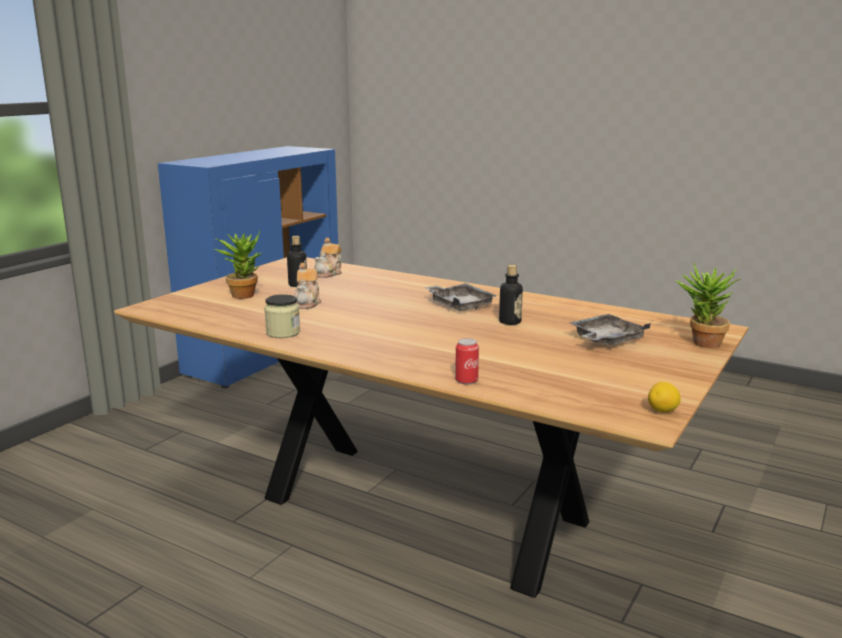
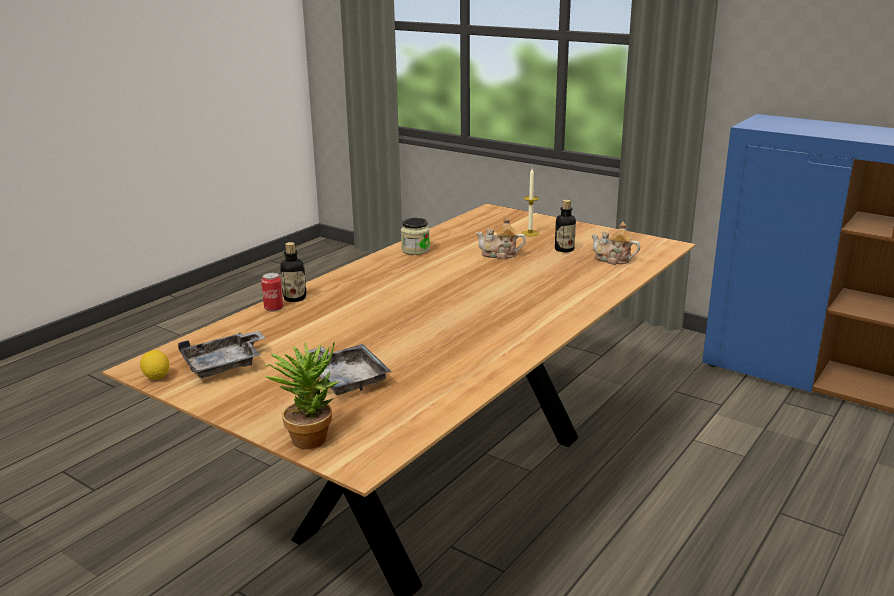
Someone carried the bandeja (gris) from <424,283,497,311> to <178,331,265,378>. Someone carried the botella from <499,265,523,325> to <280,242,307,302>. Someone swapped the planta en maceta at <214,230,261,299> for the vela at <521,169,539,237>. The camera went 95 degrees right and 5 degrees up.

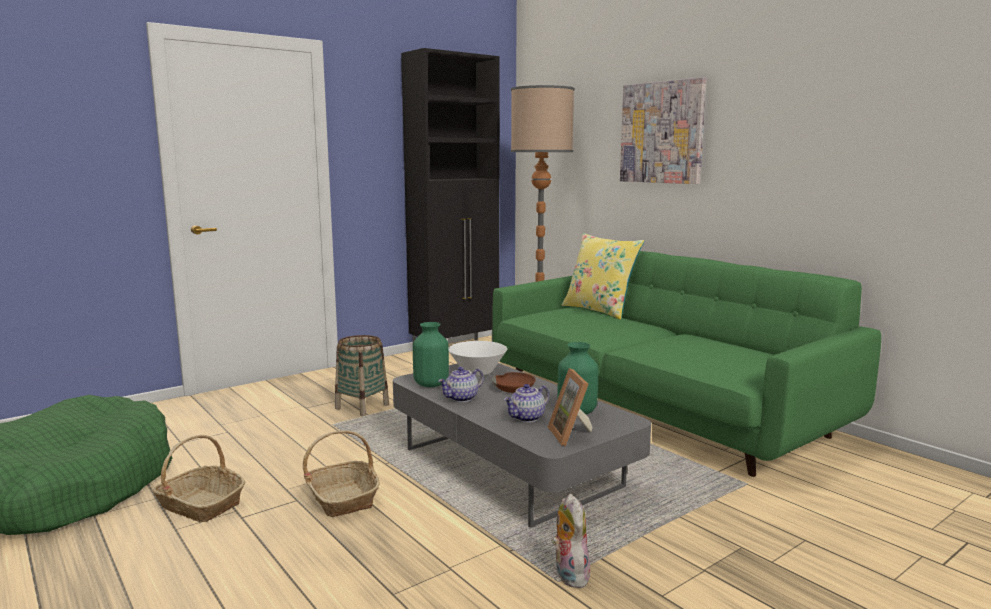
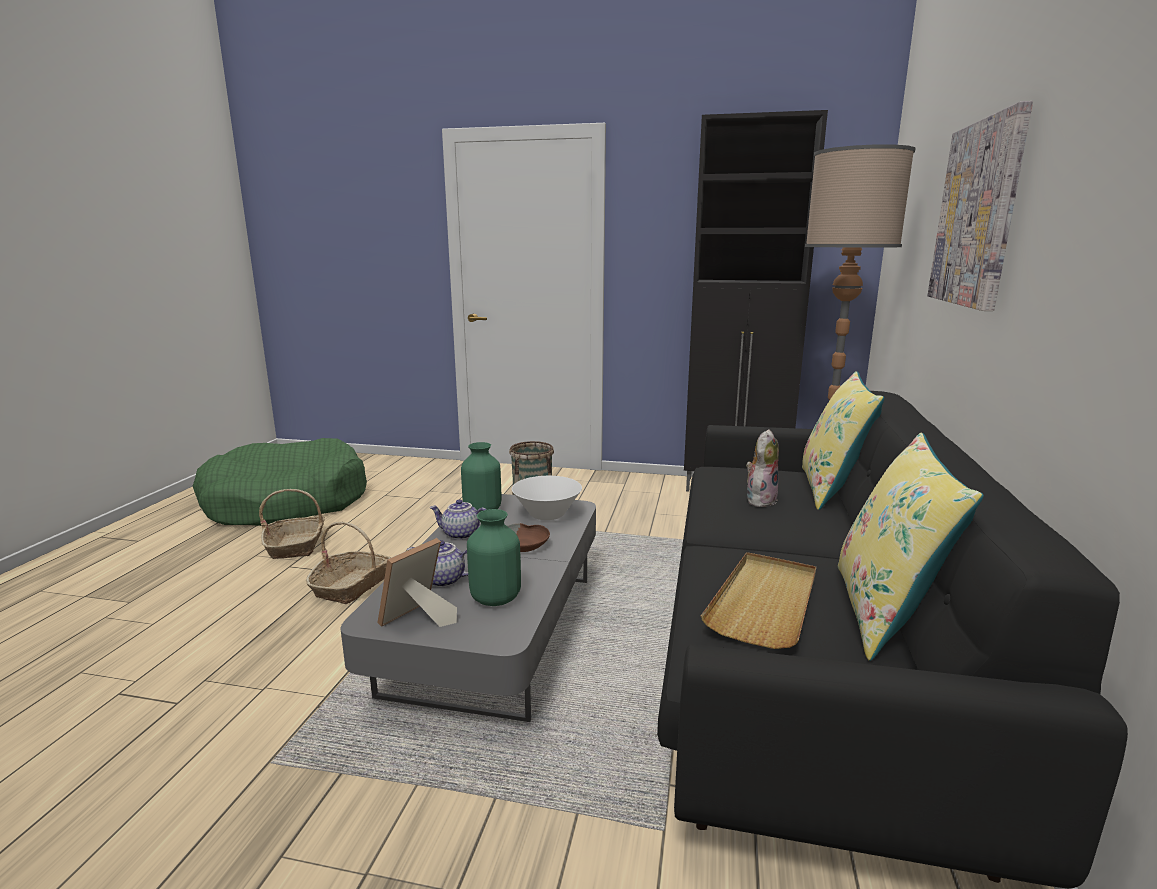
Someone repainted the sofá (verde) at <493,251,881,477>, which became the sofá (negro) at <657,391,1128,889>. Someone put down the bandeja (beis) at <701,552,816,649>. Someone carried the peluche from <551,494,590,588> to <746,429,779,507>. Someone put down the cojín (amarillo) at <838,433,984,661>. The camera went 50 degrees right and 5 degrees up.

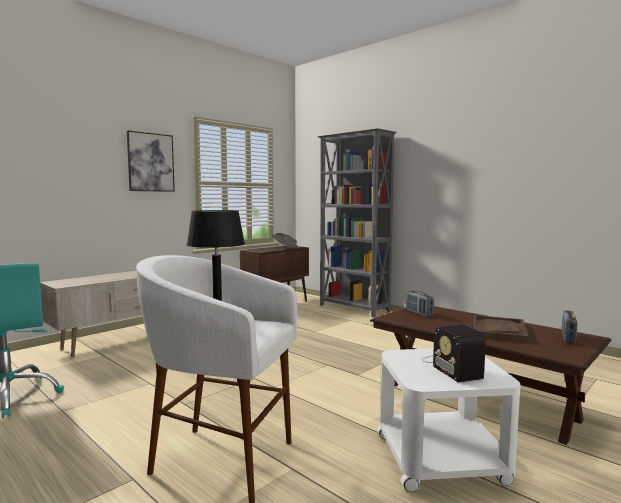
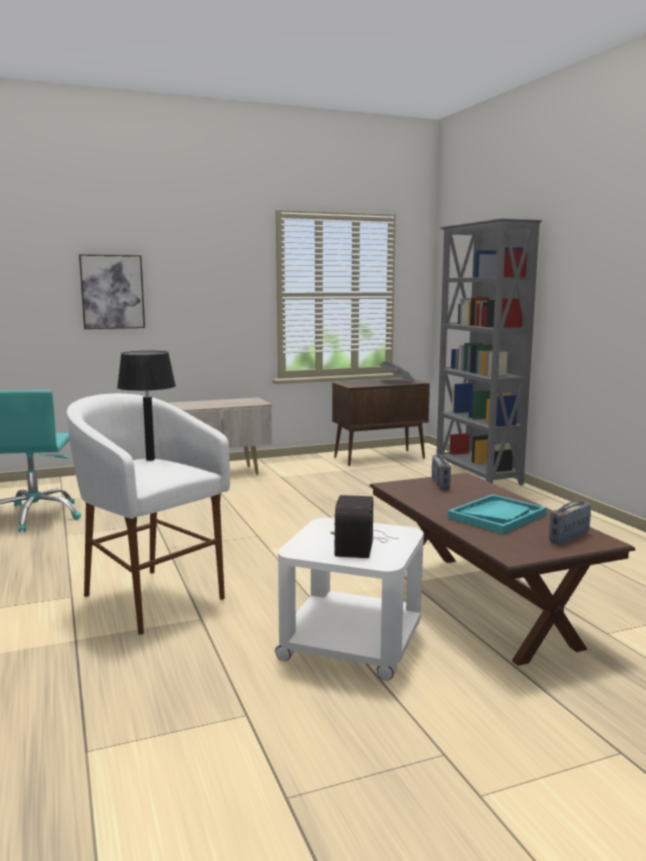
Someone carried the cuadro from <127,131,175,192> to <79,254,145,329>. Someone repainted the bandeja (marrón) at <473,315,529,343>, which became the bandeja (turquesa) at <448,494,547,534>. The camera went 25 degrees right and 5 degrees up.

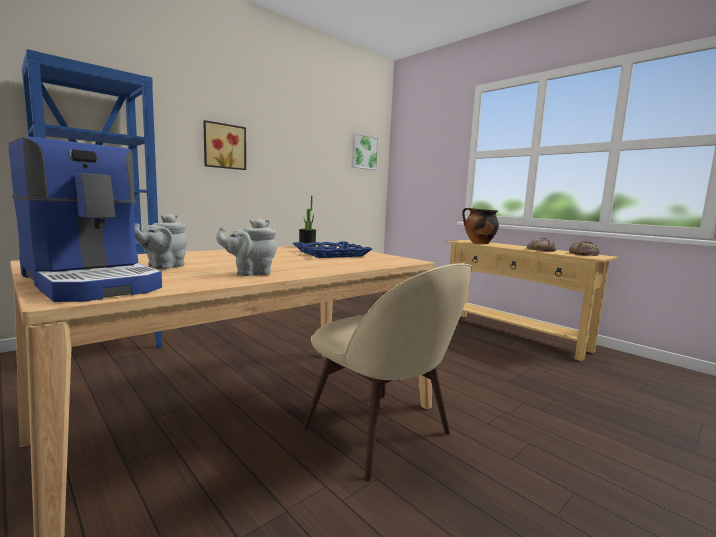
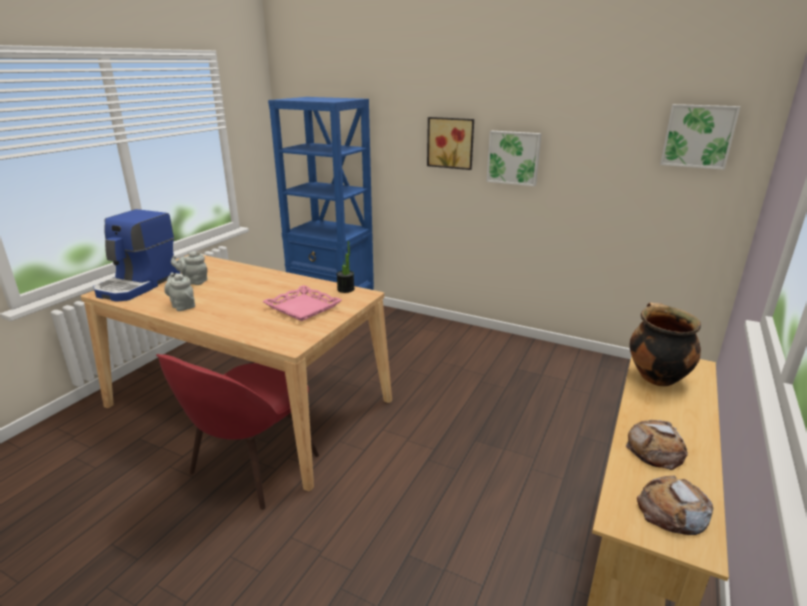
Someone repainted the silla (beis) at <303,263,473,481>, which became the silla (rojo) at <156,354,319,510>. Someone repainted the bandeja (azul) at <293,241,372,258>, which became the bandeja (rosa) at <262,285,342,321>. Someone put up the cuadro at <486,131,542,186>. The camera went 70 degrees right and 15 degrees up.

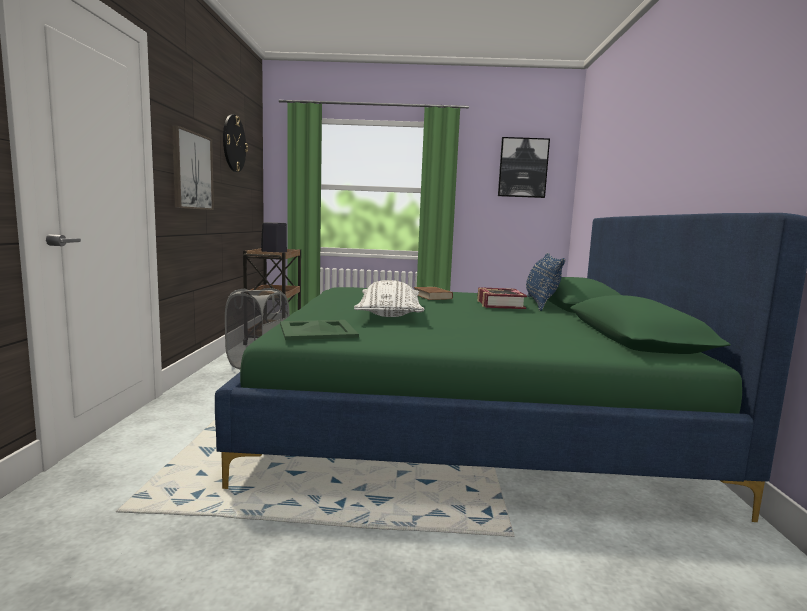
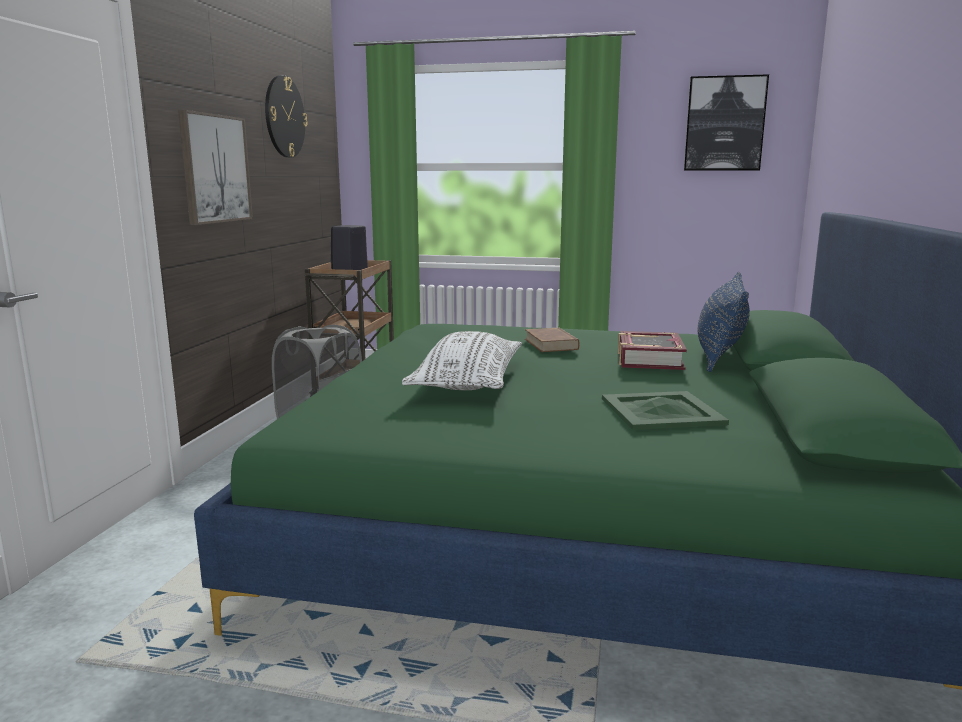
Someone carried the bandeja (verde) from <280,320,359,340> to <602,391,729,430>. The camera went 10 degrees right and 5 degrees up.

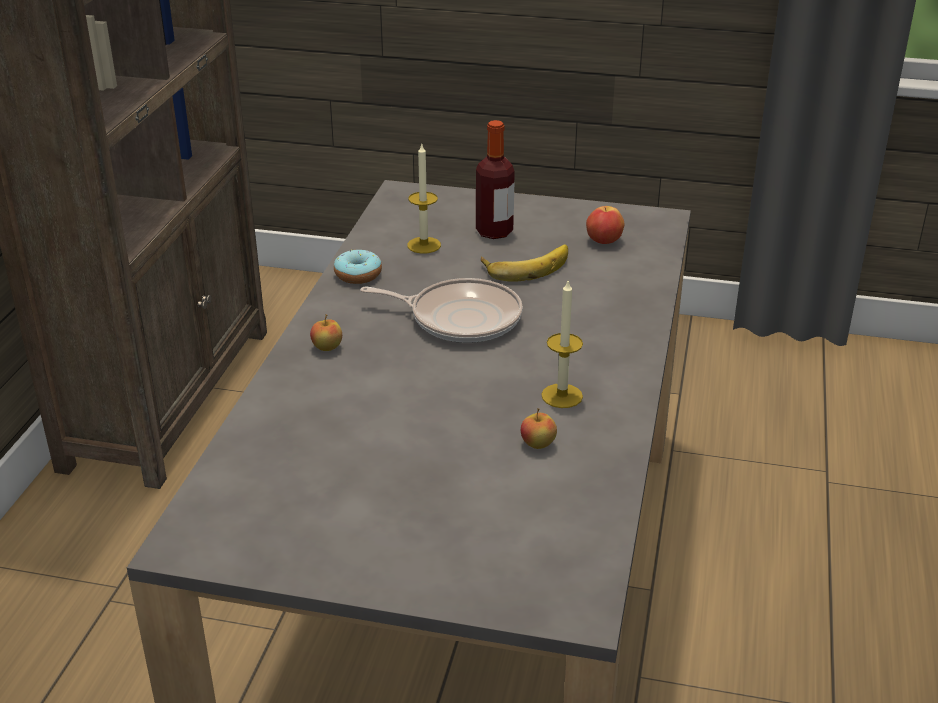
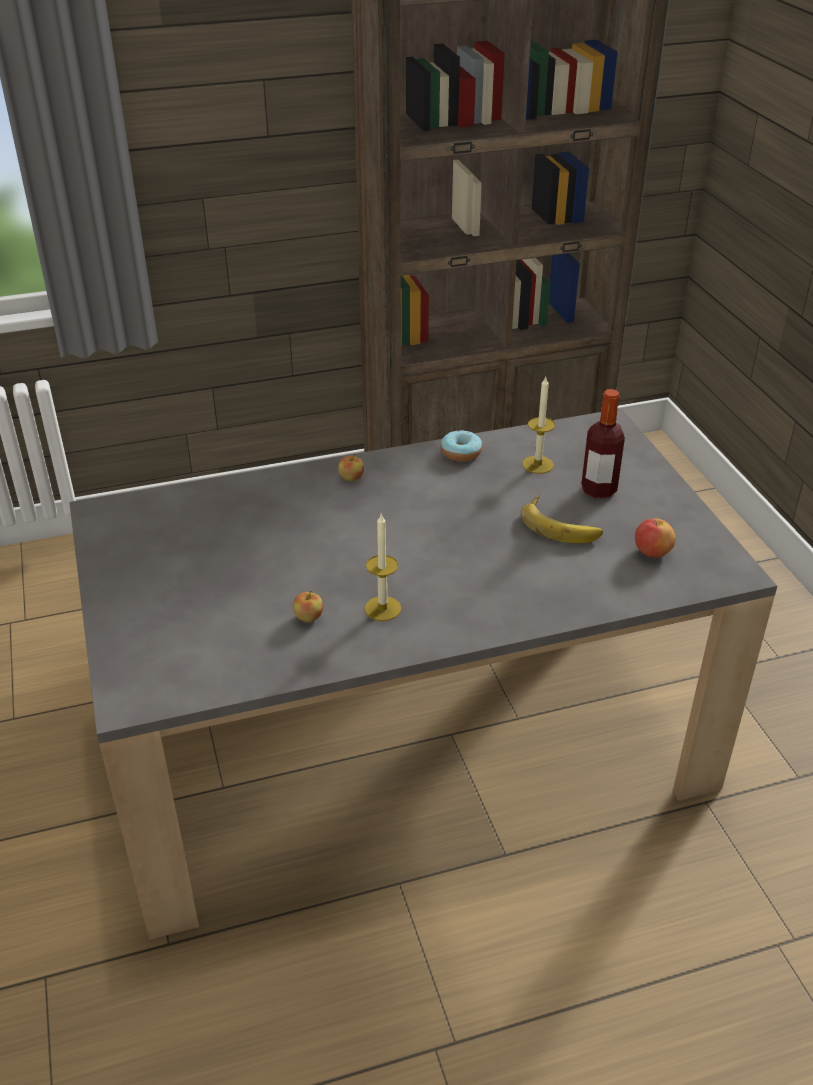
Someone took away the sartén at <361,278,523,343>. The camera went 60 degrees right and 5 degrees up.

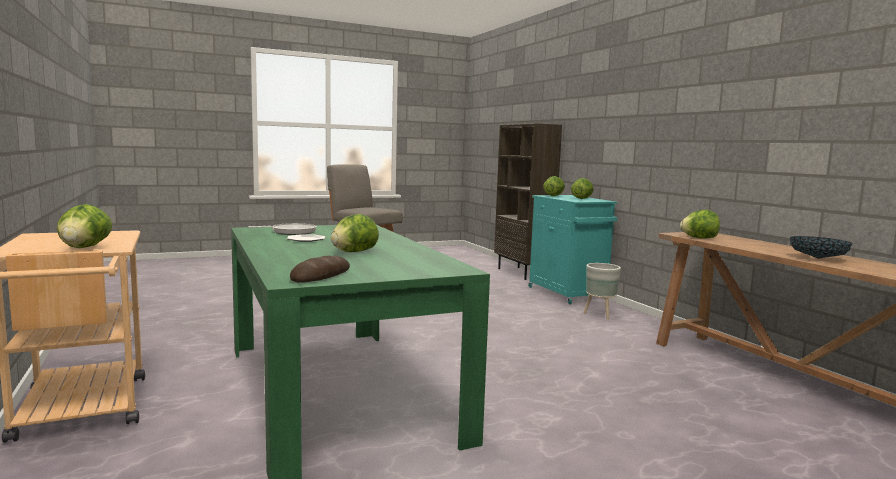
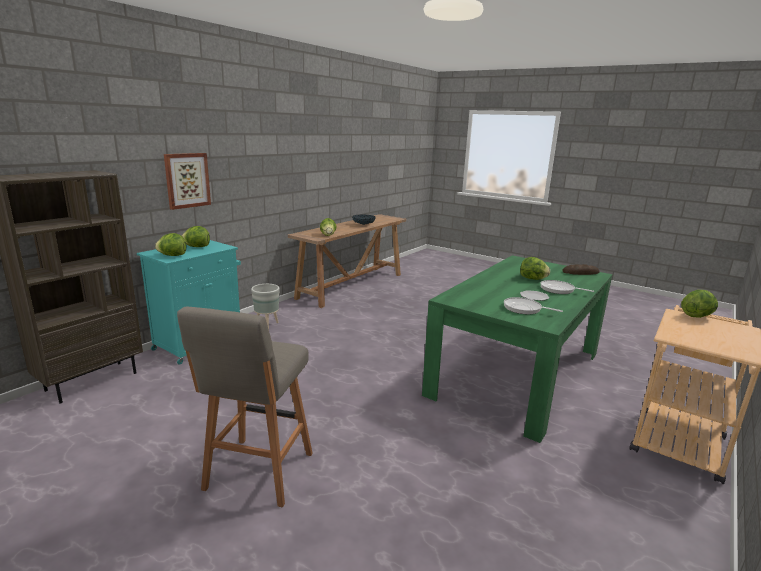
Someone put up the cuadro at <164,153,211,210>. Someone put down the sartén at <540,280,594,294>. The camera went 120 degrees left and 10 degrees up.

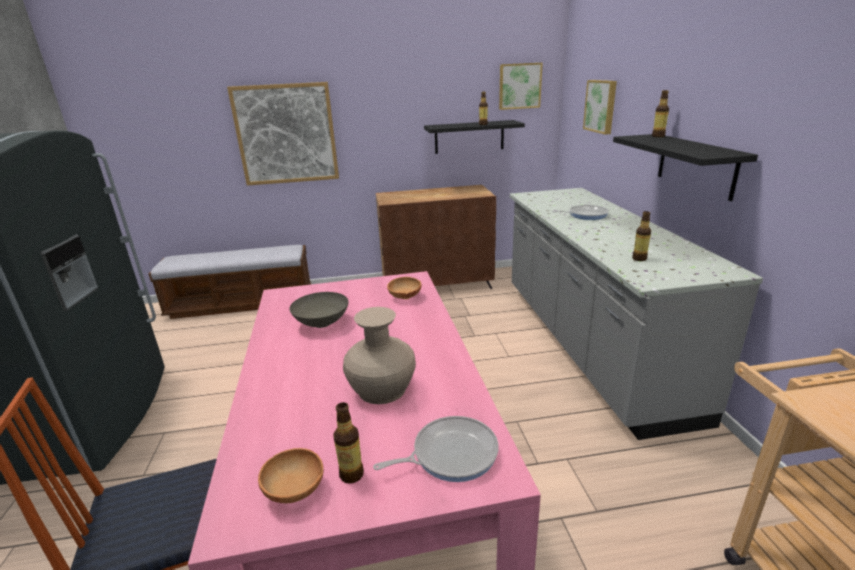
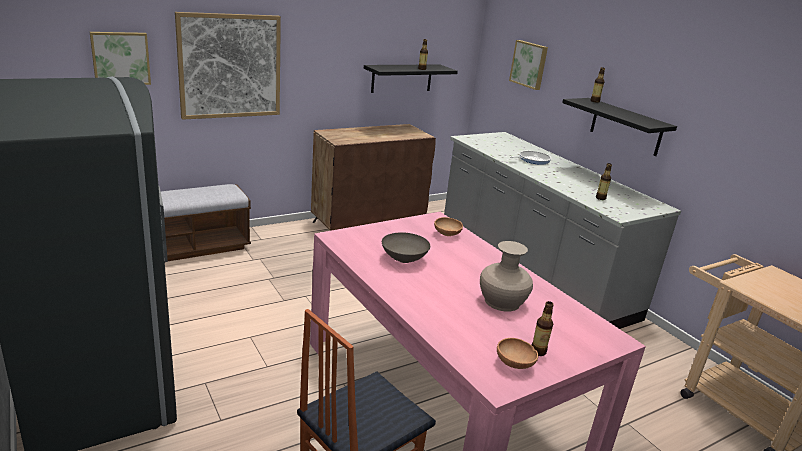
Someone carried the cuadro from <499,63,543,110> to <90,32,151,85>. Someone took away the sartén at <373,416,499,482>. The camera went 25 degrees left and 0 degrees up.

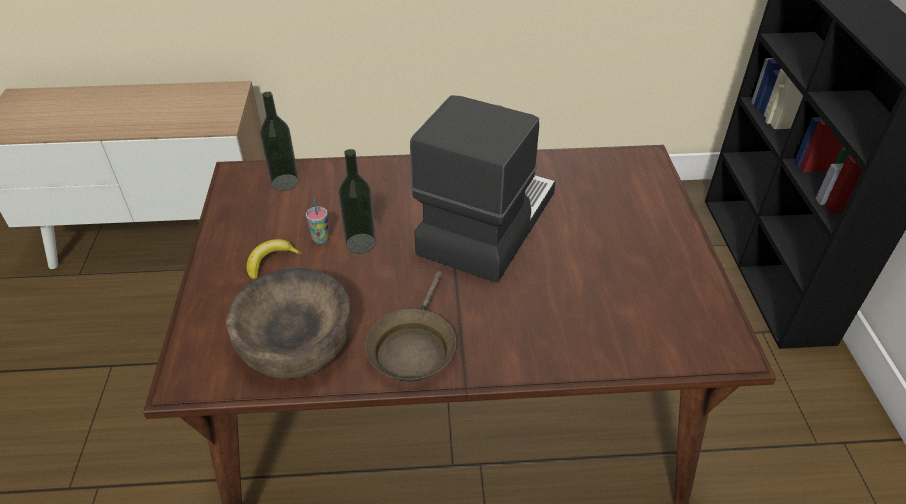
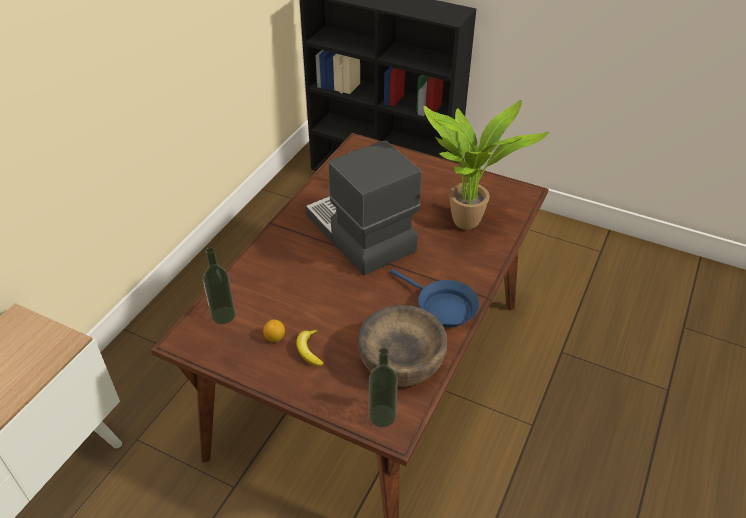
Someone put down the limón at <263,320,285,342>. Someone carried the botella from <338,149,376,254> to <369,348,398,427>. Someone repainted the sartén (marrón) at <365,271,456,382>, which became the sartén (azul) at <390,269,479,327>. Someone put down the planta en maceta at <424,100,549,230>. Someone took away the taza at <306,199,329,244>. The camera went 60 degrees left and 0 degrees up.

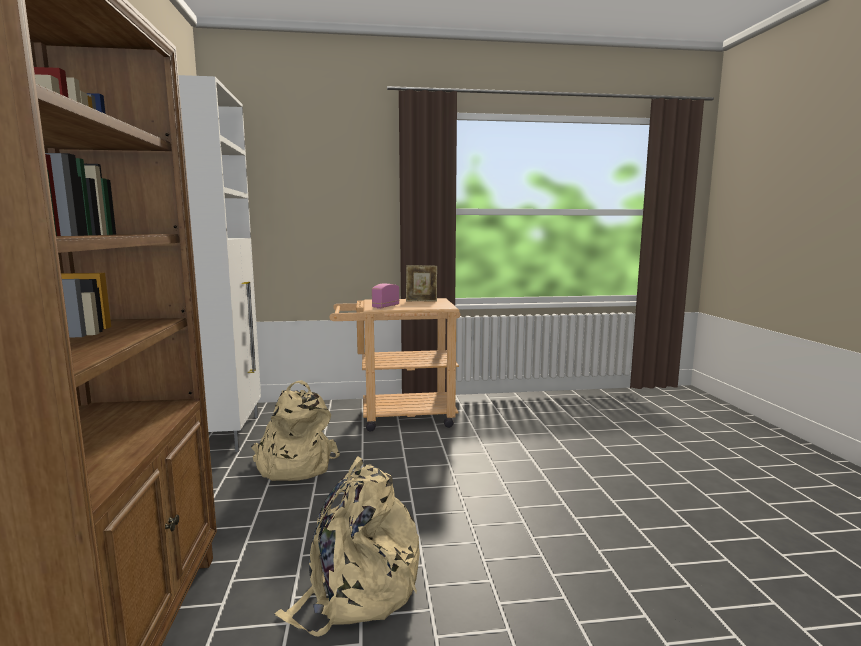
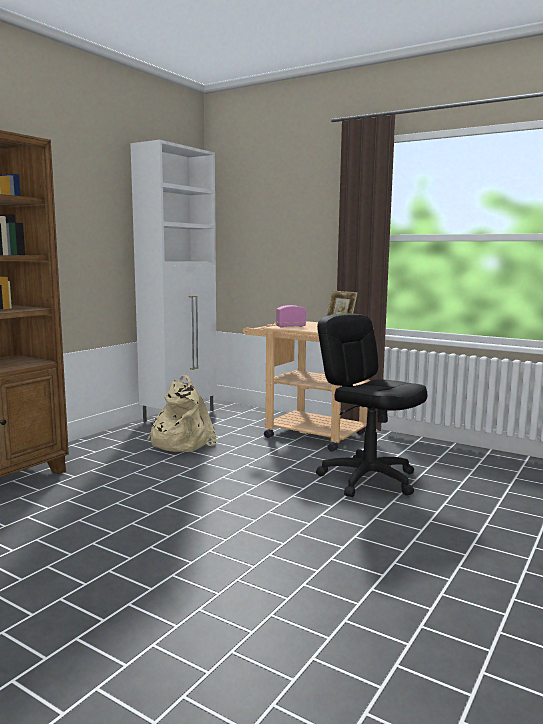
Someone put down the silla de oficina (negro) at <316,313,427,497>. Someone took away the mochila (beis) at <275,456,420,637>. The camera went 40 degrees right and 0 degrees up.

